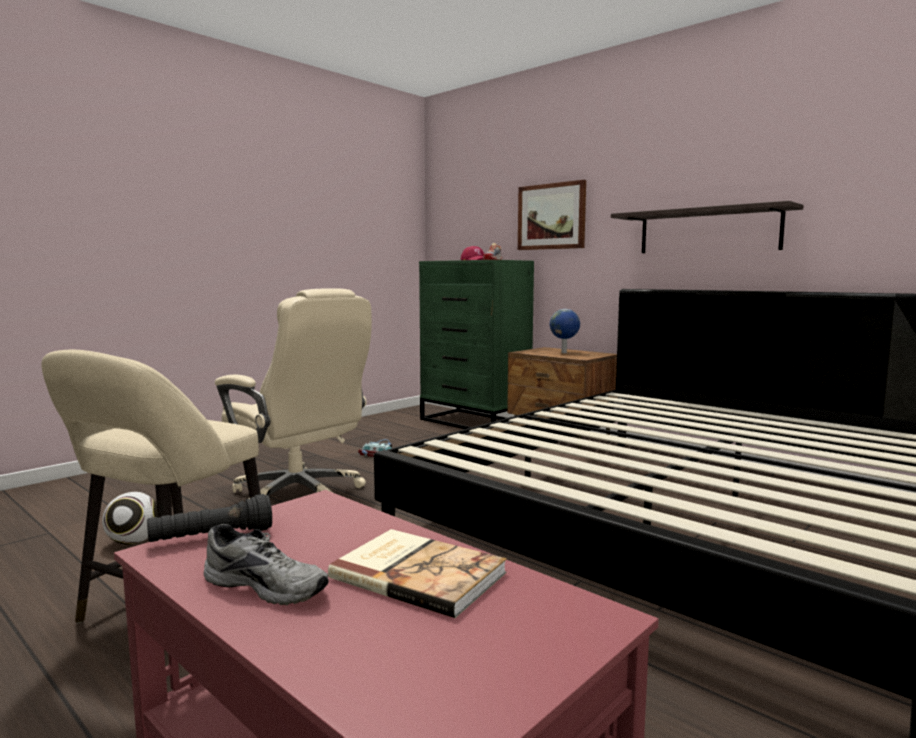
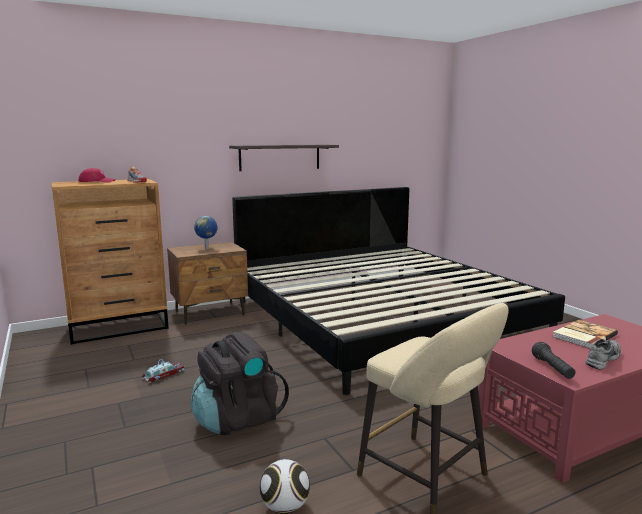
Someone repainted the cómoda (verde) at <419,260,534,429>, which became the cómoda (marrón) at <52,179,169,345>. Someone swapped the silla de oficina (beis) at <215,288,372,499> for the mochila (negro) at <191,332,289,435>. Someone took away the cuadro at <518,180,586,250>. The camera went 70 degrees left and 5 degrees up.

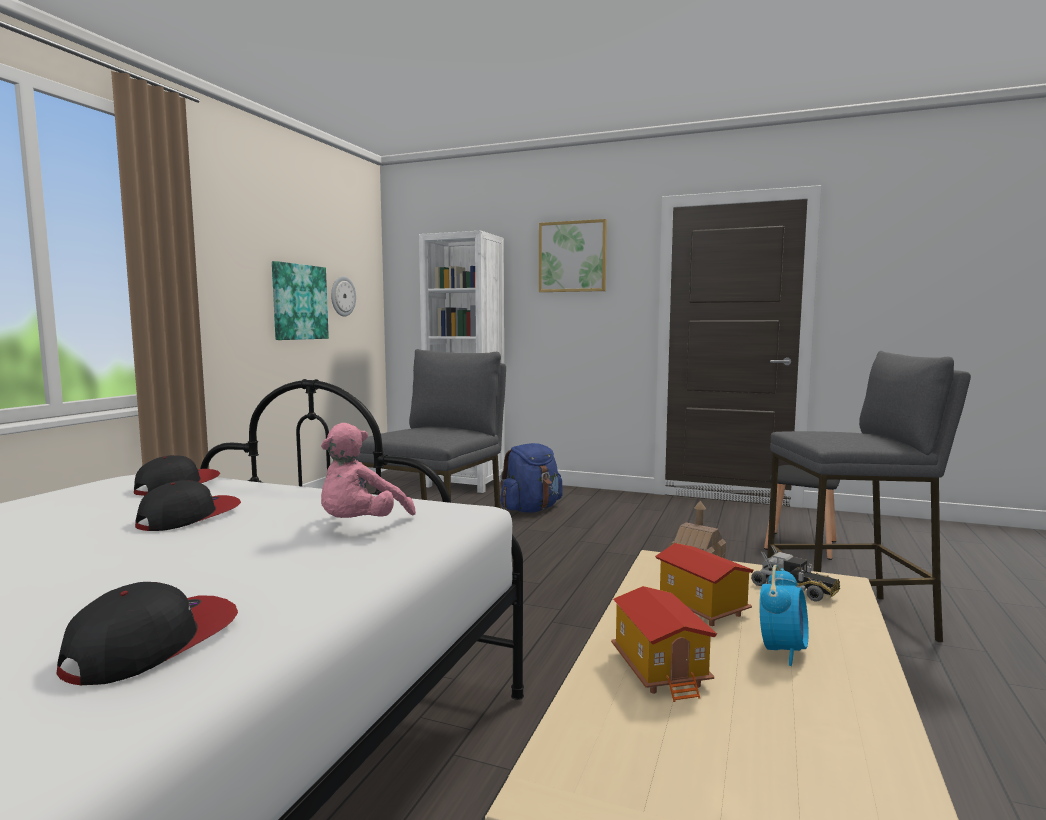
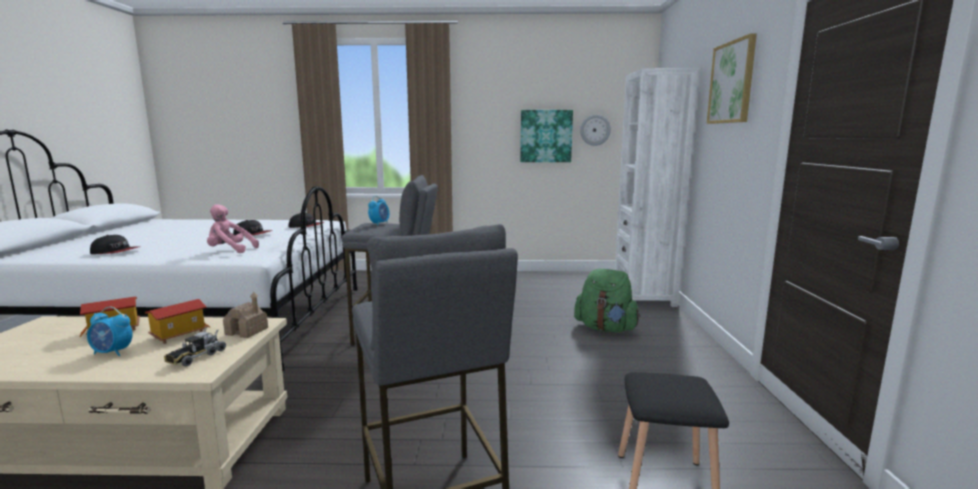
Someone put down the despertador at <368,196,389,226>. Someone repainted the mochila (azul) at <500,443,563,513>, which became the mochila (verde) at <574,269,640,332>. The camera went 70 degrees right and 5 degrees up.

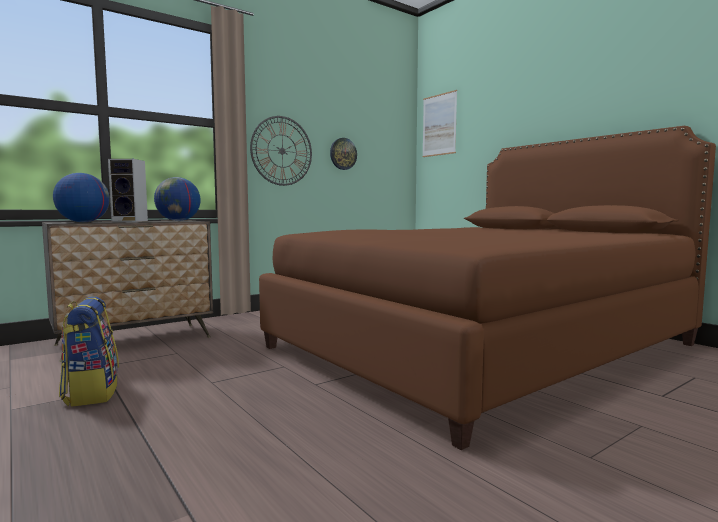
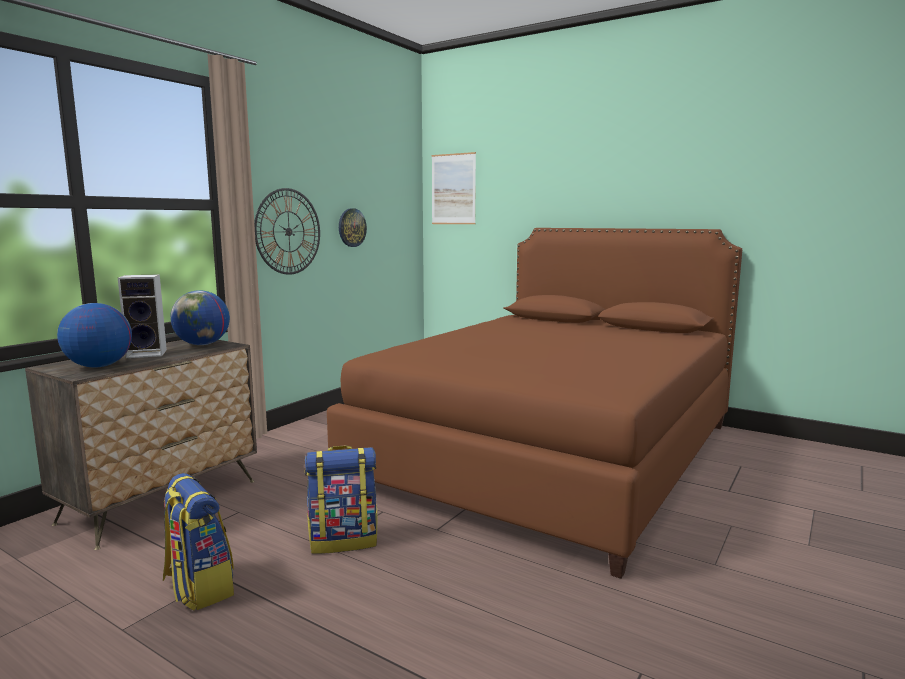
Someone put down the mochila at <305,445,377,554>. The camera went 20 degrees left and 5 degrees up.

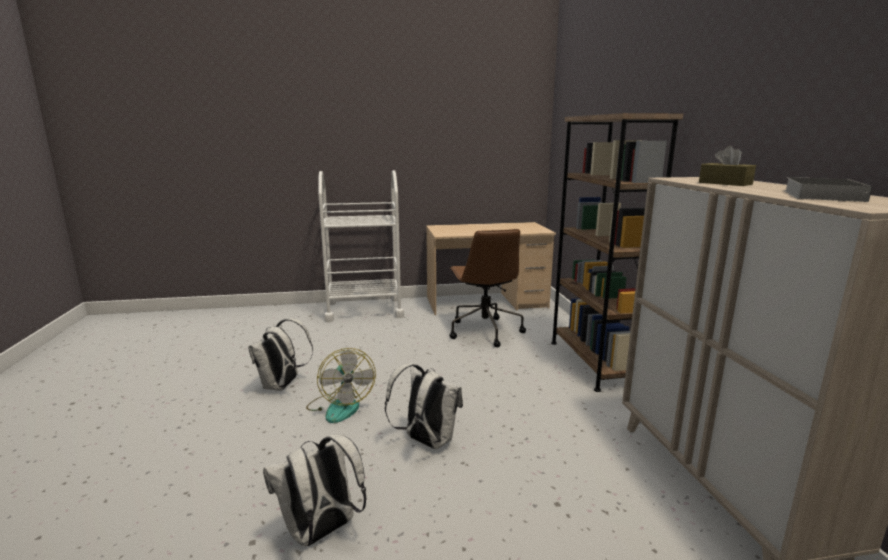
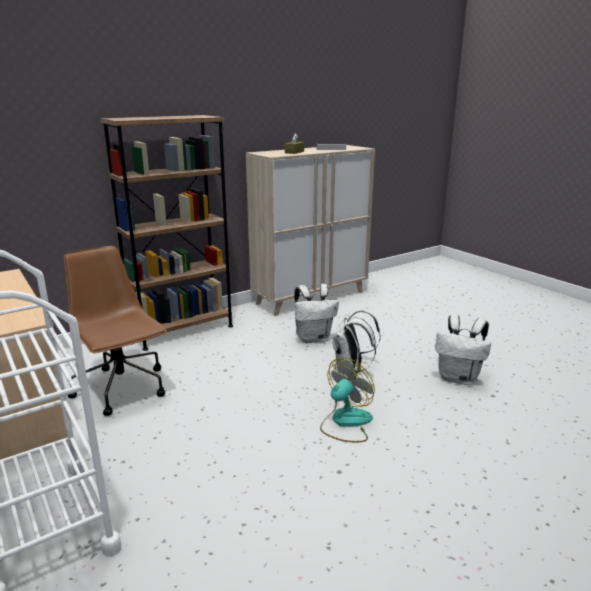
Someone rotated the silla de oficina (marrón) at <449,229,526,347> by 90 degrees counterclockwise. Someone carried the mochila (blanco) from <248,318,313,391> to <294,284,339,343>. The camera went 115 degrees left and 5 degrees up.

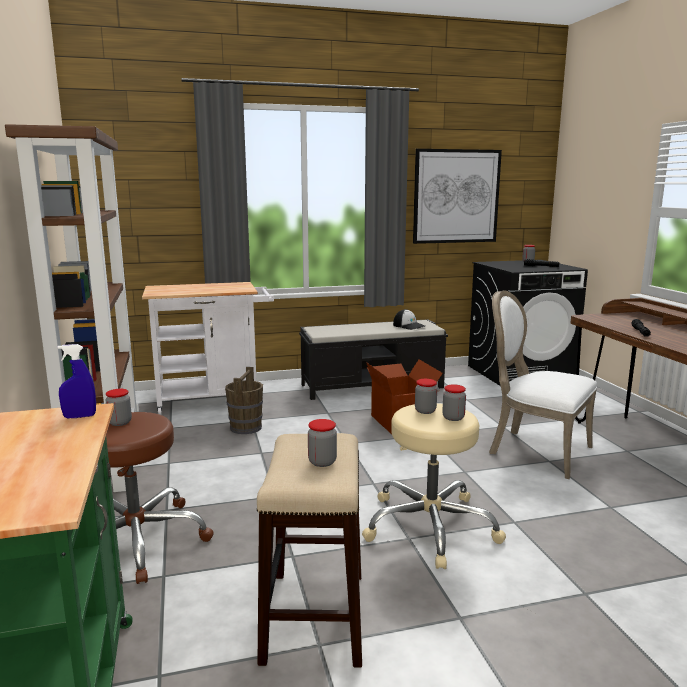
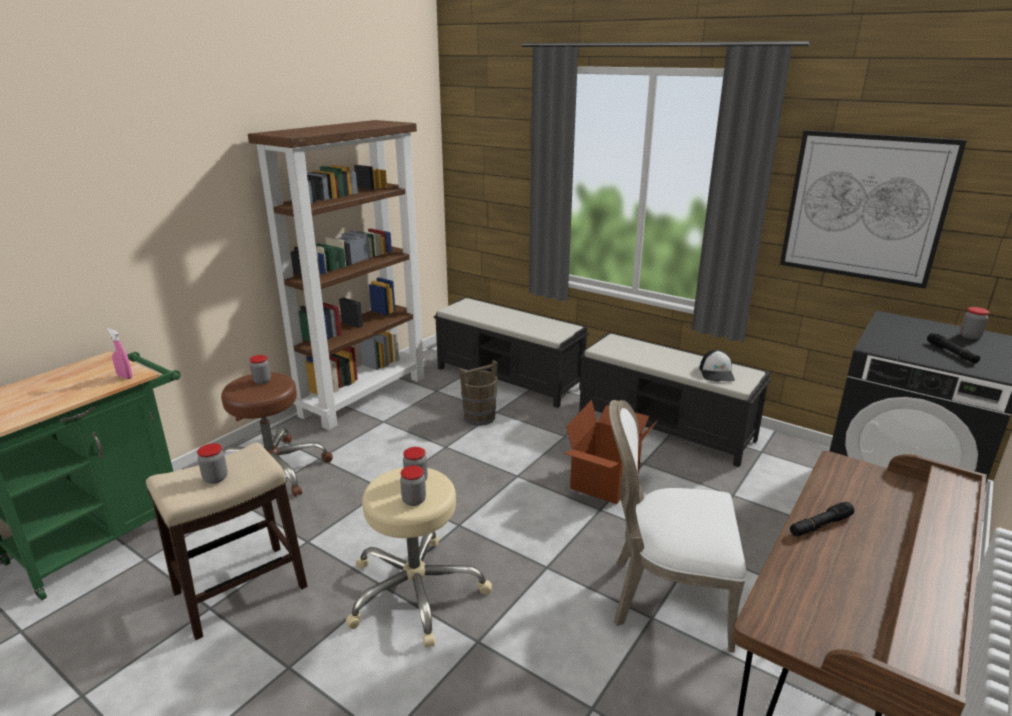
Someone repainted the pulverizador (azul) at <58,344,96,418>, which became the pulverizador (rosa) at <107,329,133,379>. Someone swapped the carrito (blanco) at <142,282,274,415> for the banco (negro) at <434,297,589,408>. Someone rotated the silla (blanco) at <489,290,597,479> by 75 degrees counterclockwise. The camera went 50 degrees right and 10 degrees up.

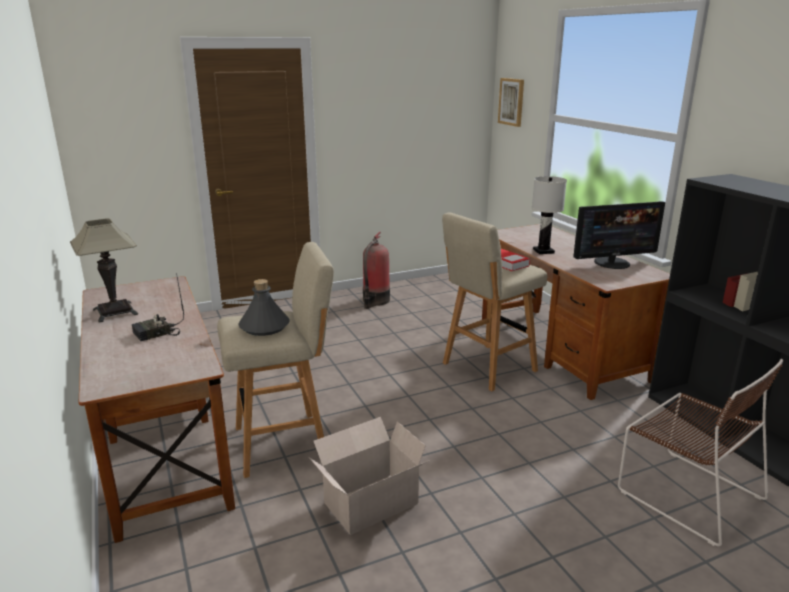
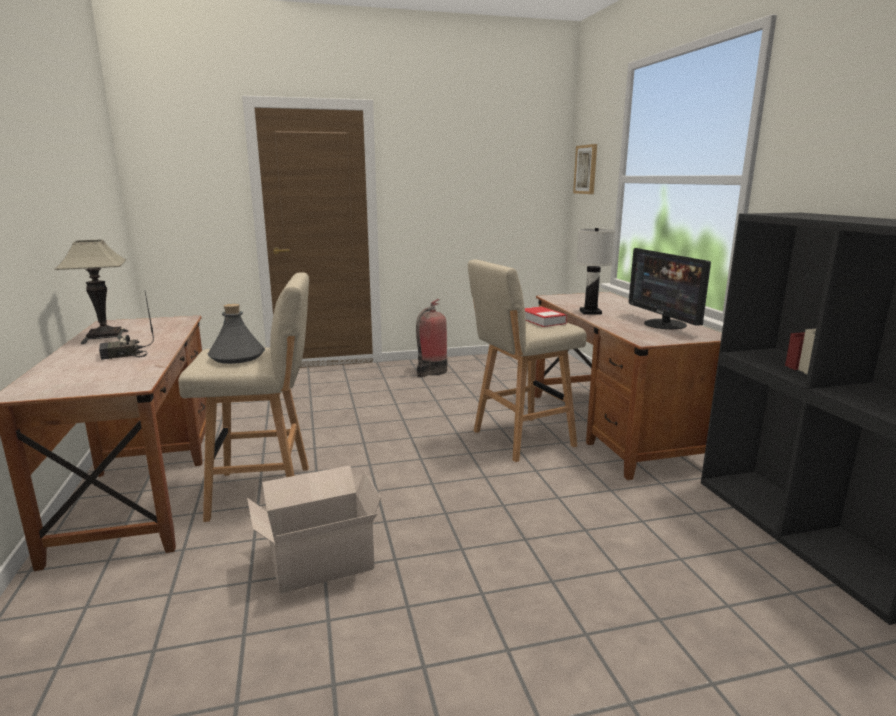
Someone rotated the monitor at <574,201,665,269> by 75 degrees clockwise. Someone took away the silla (marrón) at <618,359,783,546>. The camera went 10 degrees right and 5 degrees down.

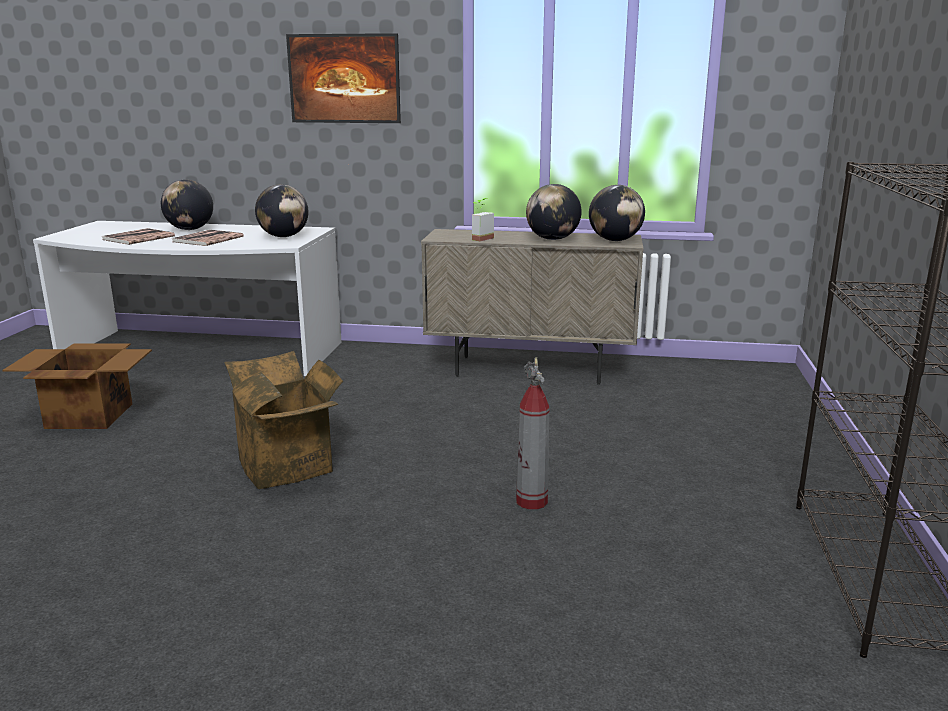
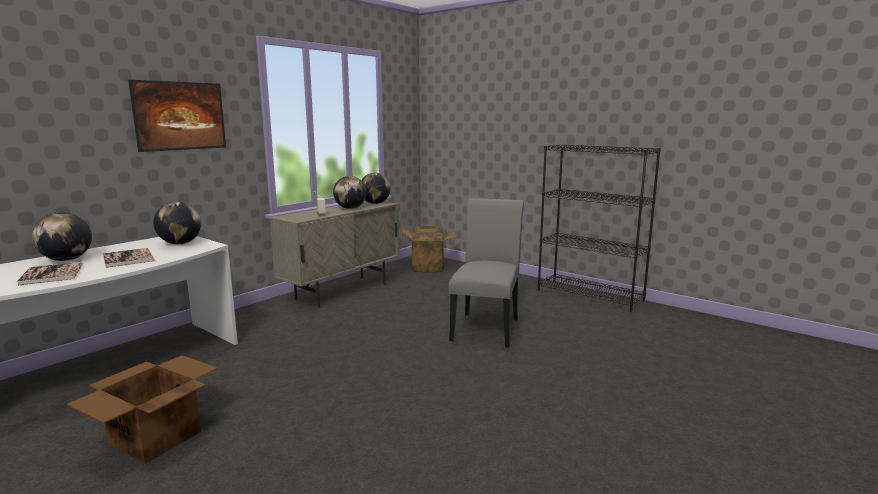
Someone carried the caja de cartón from <224,351,343,489> to <400,226,457,272>. Someone swapped the extintor at <516,357,549,510> for the silla (gris) at <448,198,524,348>. The camera went 60 degrees left and 5 degrees down.

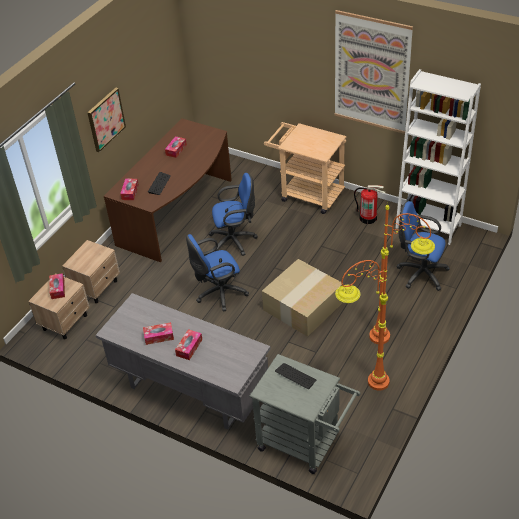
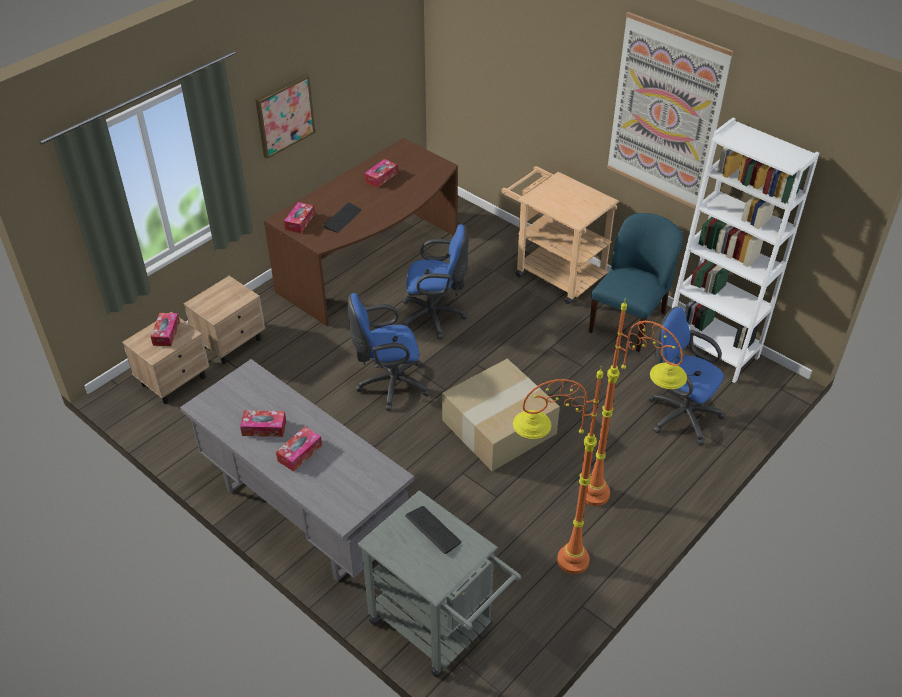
Someone swapped the extintor at <354,185,385,224> for the silla (azul) at <589,213,683,352>. The camera went 10 degrees right and 0 degrees up.

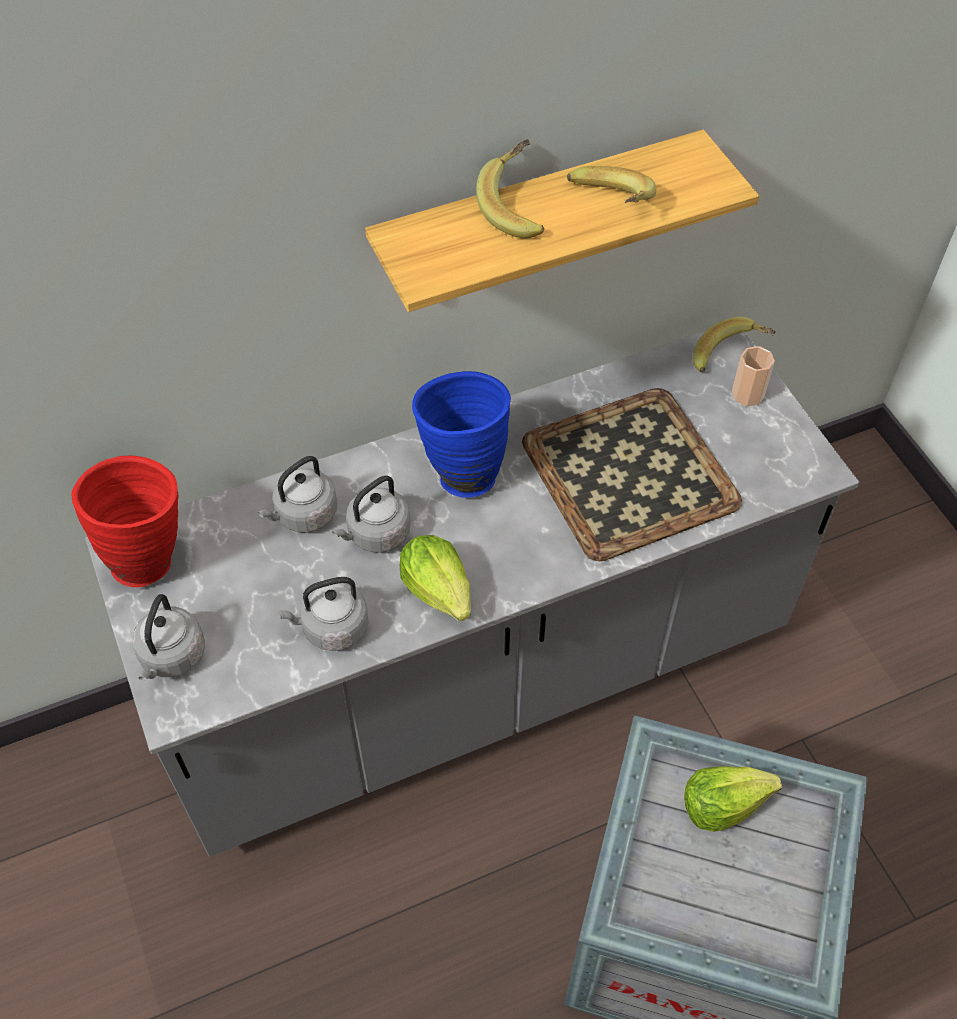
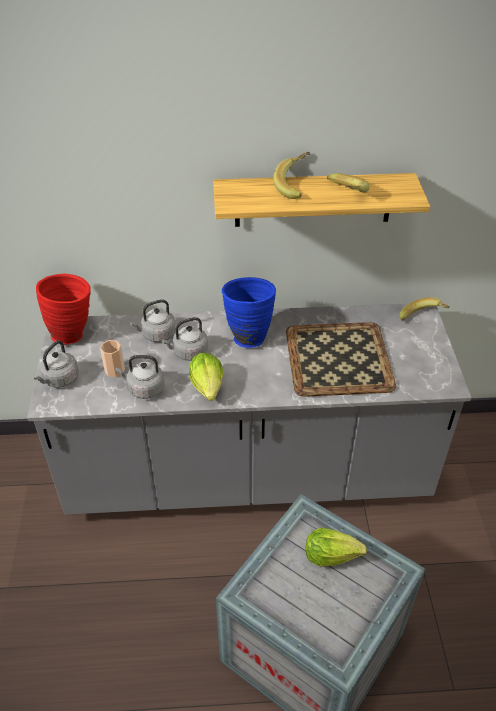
Someone carried the taza from <732,346,775,407> to <100,340,125,377>. The camera went 20 degrees right and 10 degrees down.

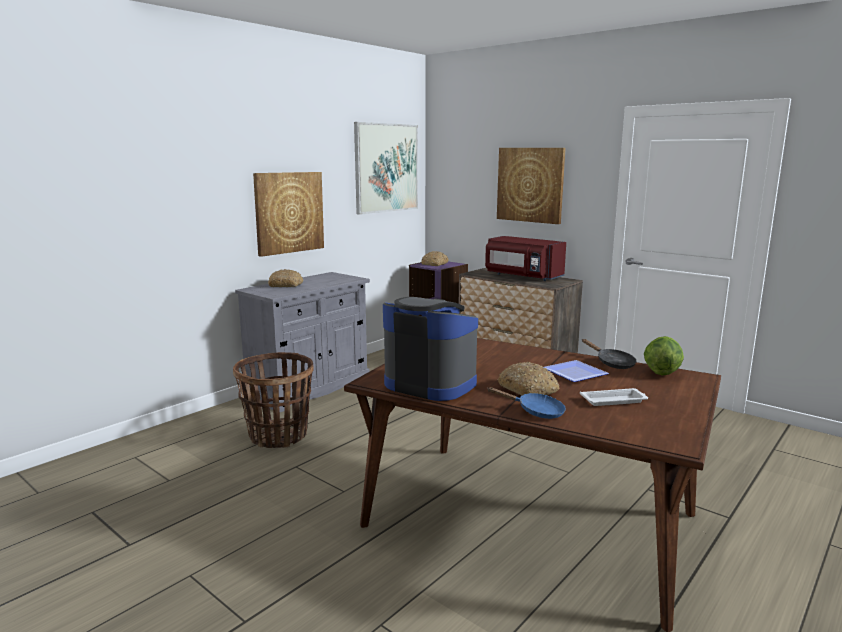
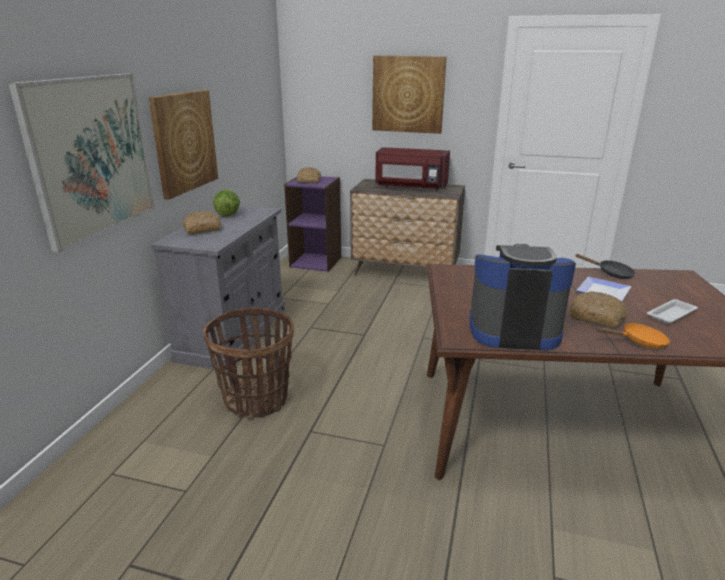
Someone carried the cuadro from <354,122,418,215> to <8,73,155,252>. Someone carried the lechuga from <644,336,684,376> to <213,189,240,217>. Someone repainted the sartén (azul) at <487,387,566,419>, which became the sartén (naranja) at <595,323,670,348>. The camera went 25 degrees left and 10 degrees up.

